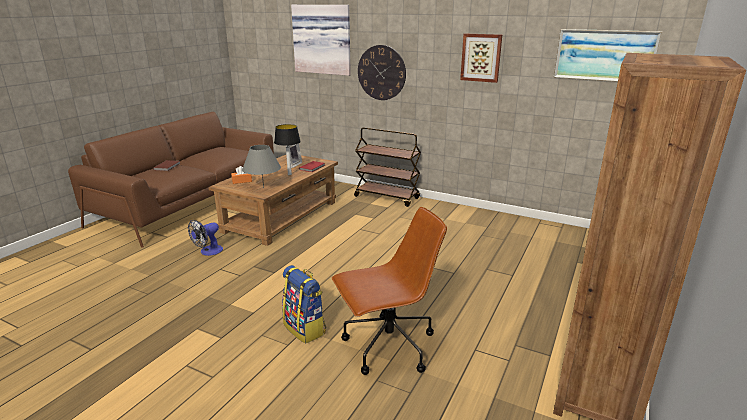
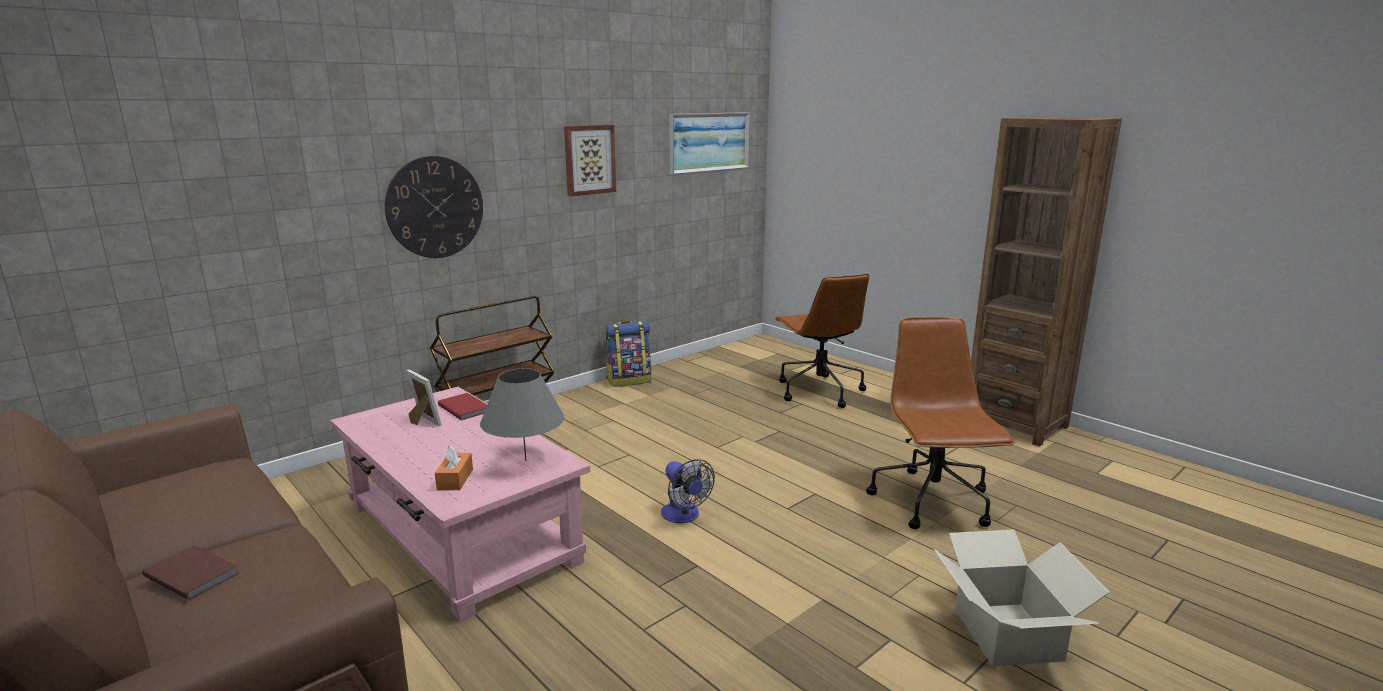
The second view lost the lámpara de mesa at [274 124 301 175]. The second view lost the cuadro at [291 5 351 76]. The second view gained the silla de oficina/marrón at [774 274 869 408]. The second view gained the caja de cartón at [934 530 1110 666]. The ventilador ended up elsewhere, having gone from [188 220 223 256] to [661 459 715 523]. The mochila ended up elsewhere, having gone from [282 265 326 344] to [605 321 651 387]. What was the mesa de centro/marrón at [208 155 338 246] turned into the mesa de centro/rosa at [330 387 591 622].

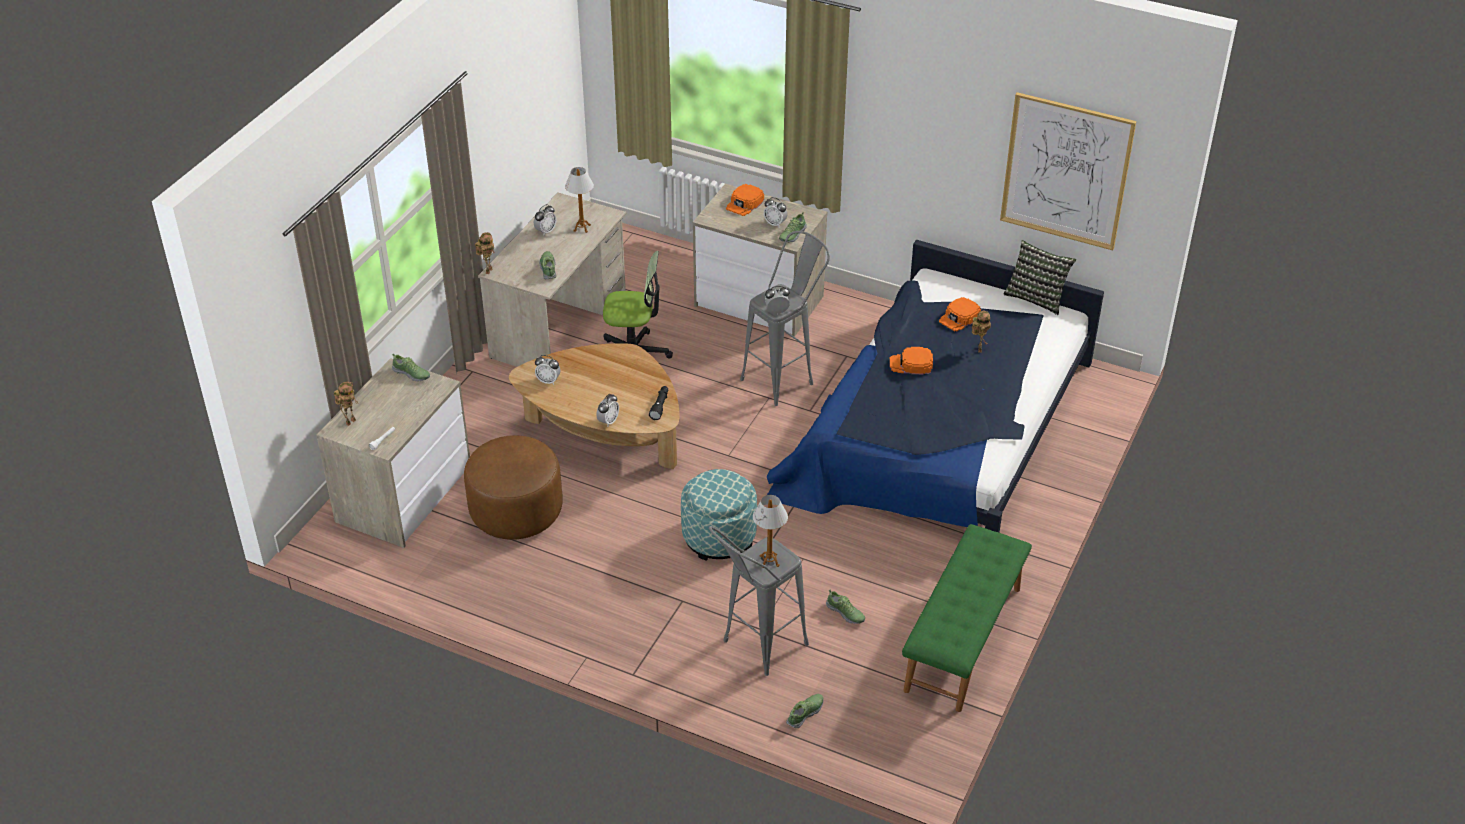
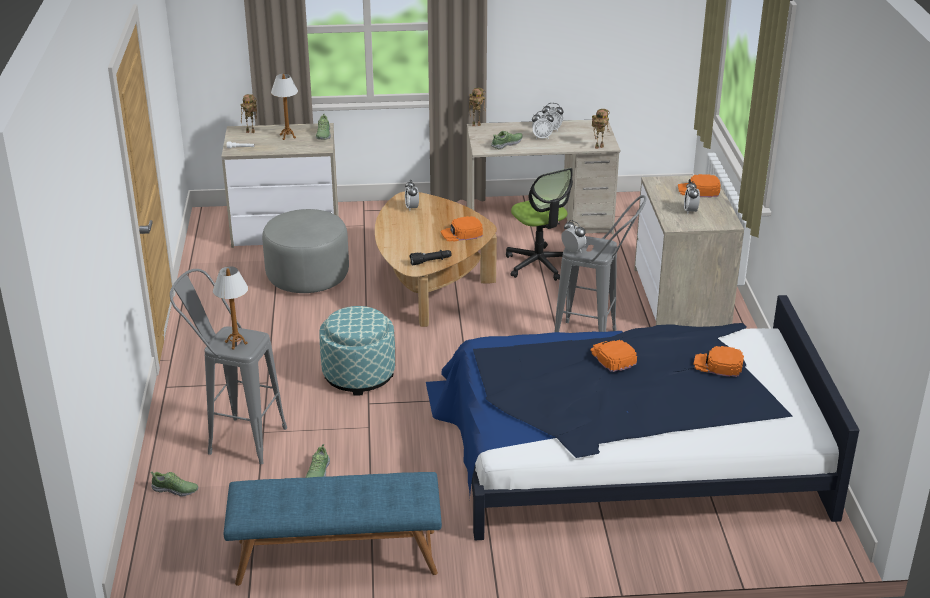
The second view lost the zapato at [779 212 807 243]. The second view lost the cuadro at [1000 92 1136 250]. The second view lost the cojín at [1004 240 1076 315]. The second view gained the gorra/naranja at [440 216 483 242]. The lámpara de mesa ended up elsewhere, having gone from [565 167 594 233] to [271 74 298 140]. The despertador ended up elsewhere, having gone from [596 394 619 426] to [532 111 554 139]. The robot de juguete ended up elsewhere, having gone from [972 310 991 353] to [592 109 610 149]. What was the puf/marrón at [464 435 563 540] turned into the puf/gris at [262 209 349 293]. What was the banco/verde at [902 524 1032 712] turned into the banco/azul at [224 472 442 586].

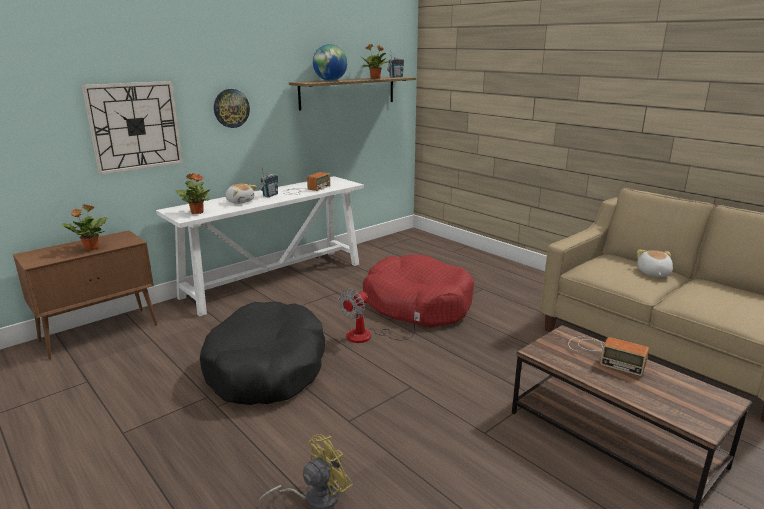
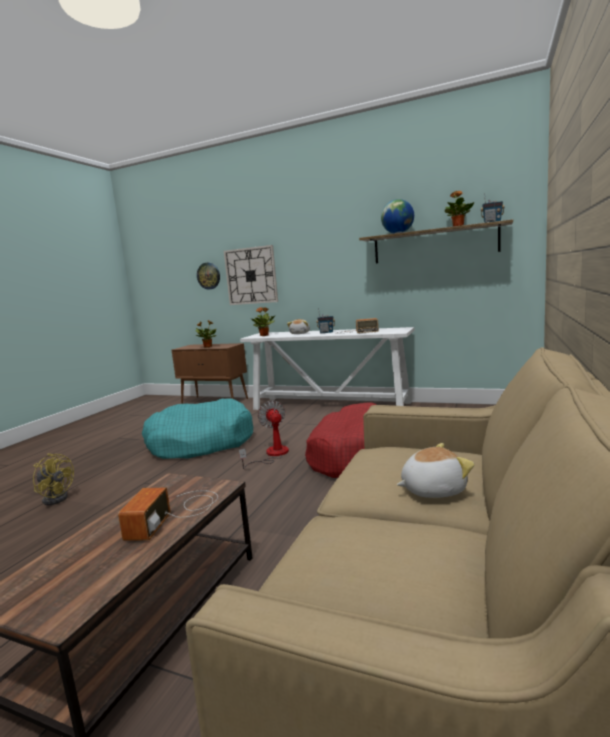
The reloj de pared ended up elsewhere, having gone from [214 89 250 128] to [197 263 220 290]. What was the cama para perro/negro at [200 302 325 405] turned into the cama para perro/turquesa at [142 398 253 459]. The ventilador at [339 289 420 343] ended up facing another way, 60 degrees clockwise from before.

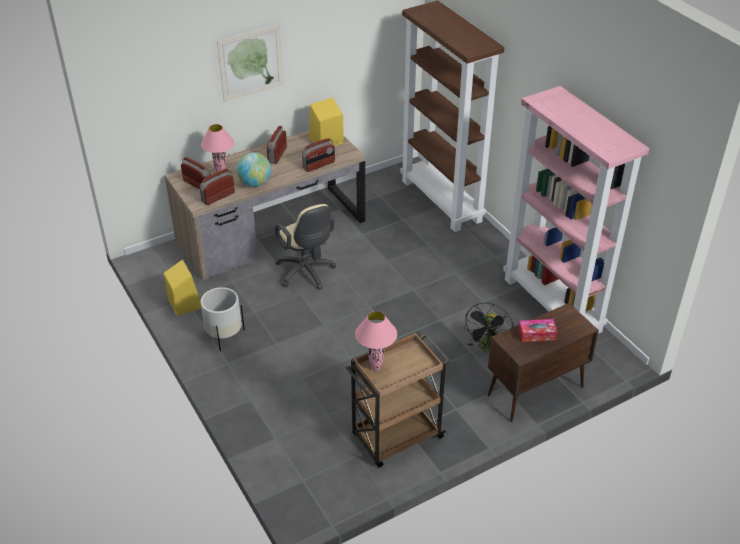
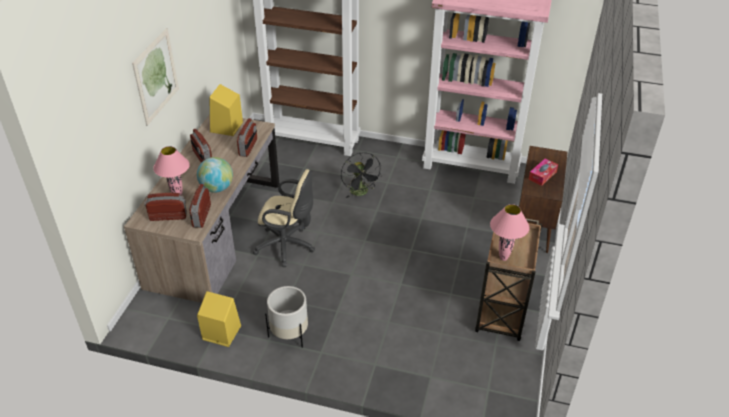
The ventilador/negro ended up elsewhere, having gone from [465 303 514 353] to [341 152 382 198].

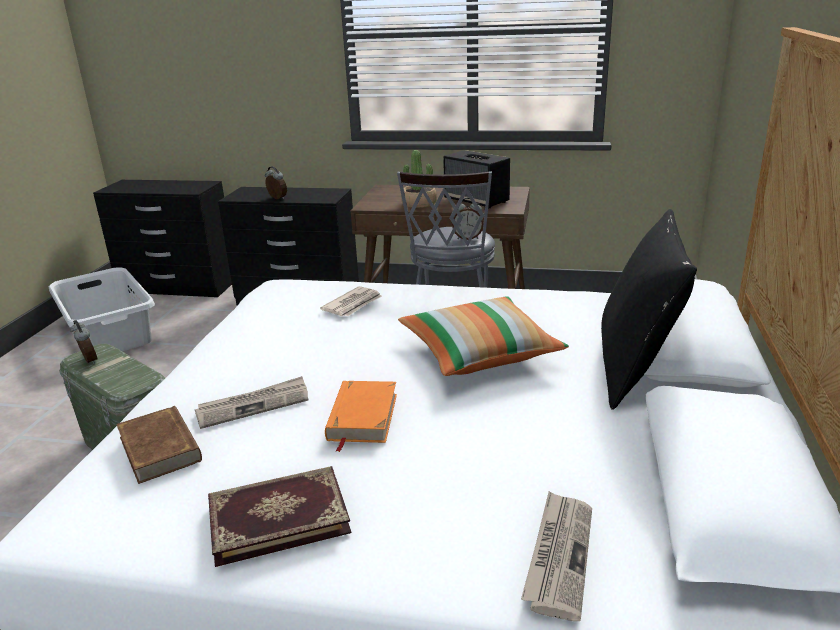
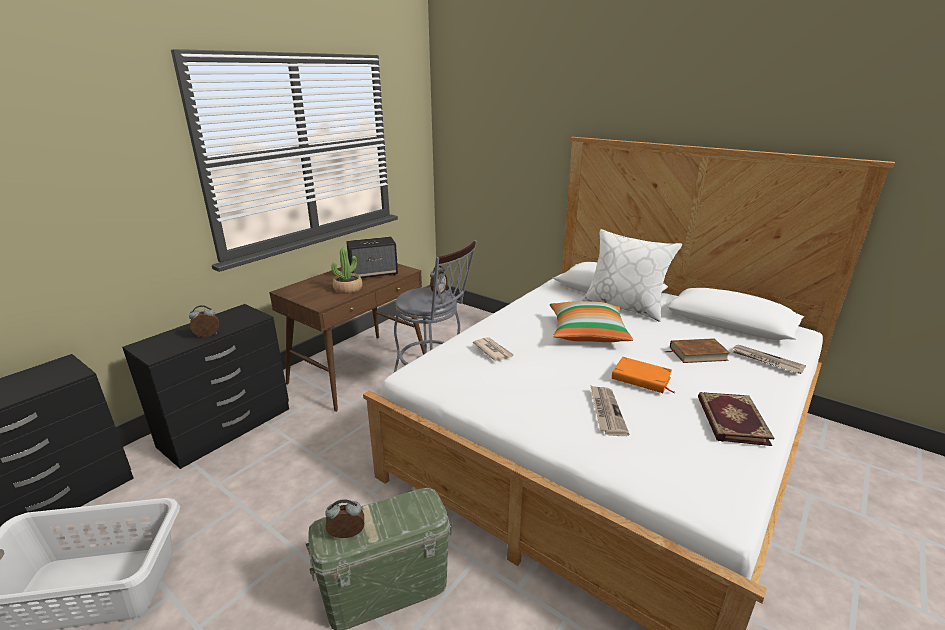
The libro/marrón ended up elsewhere, having gone from [116 406 202 484] to [665 338 730 363]. What was the cojín/negro at [601 209 697 410] turned into the cojín/blanco at [582 229 682 322].

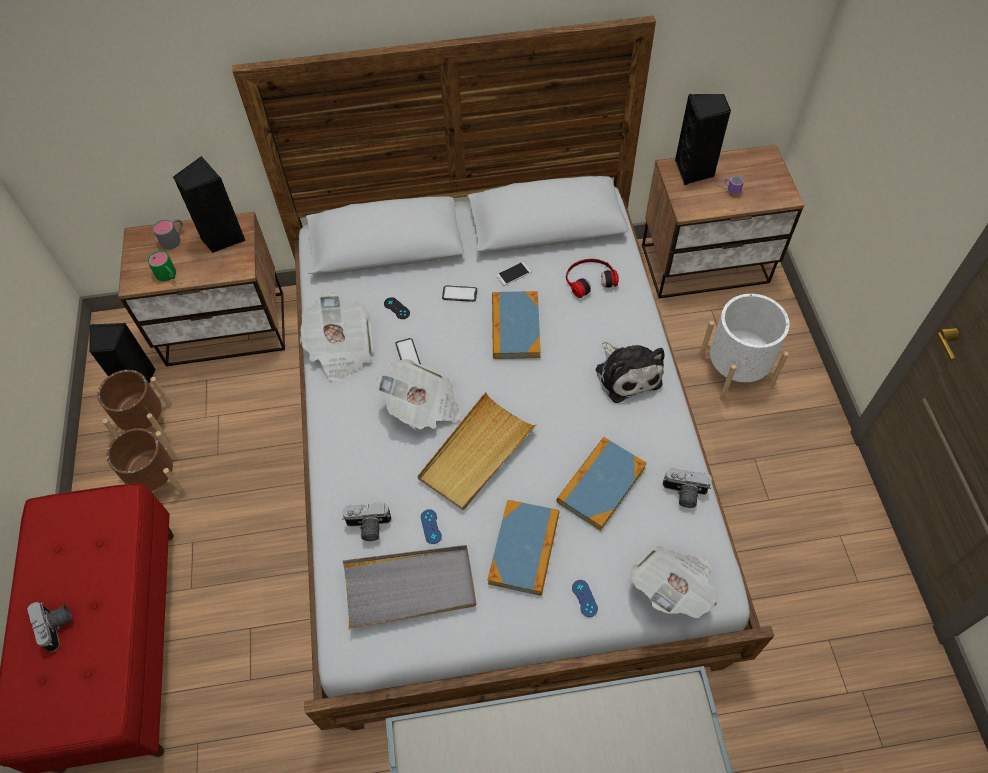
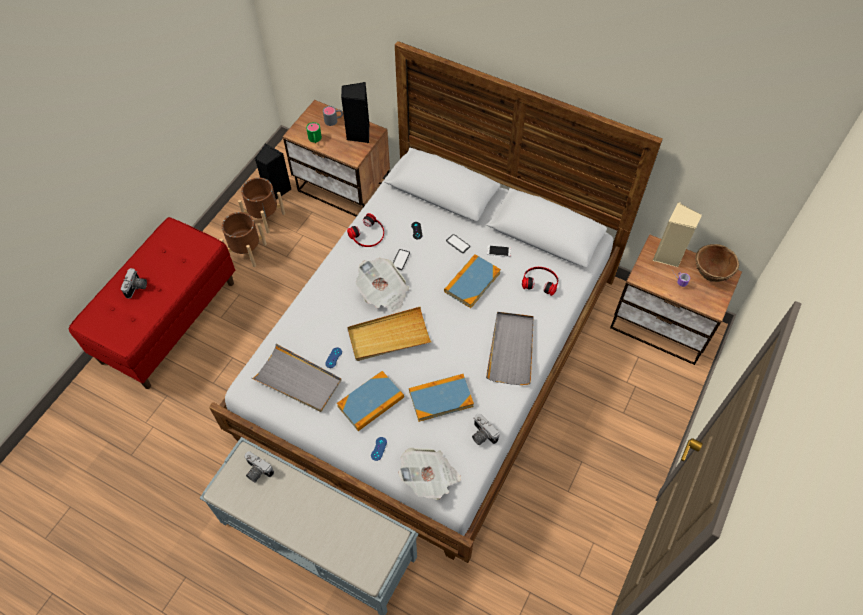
The second view lost the maceta/blanco at [699 294 790 400]. The second view gained the cuenco/marrón at [695 244 739 282]. The cámara ended up elsewhere, having gone from [342 503 391 541] to [244 451 274 483]. Where the periódico stood at [300 293 373 382], the auriculares came to stand at [347 213 384 247]. Where the peluche stood at [596 342 665 403], the bandeja/gris came to stand at [486 312 534 385]. What was the altavoz/negro at [675 94 731 185] turned into the altavoz/beis at [653 202 702 267].

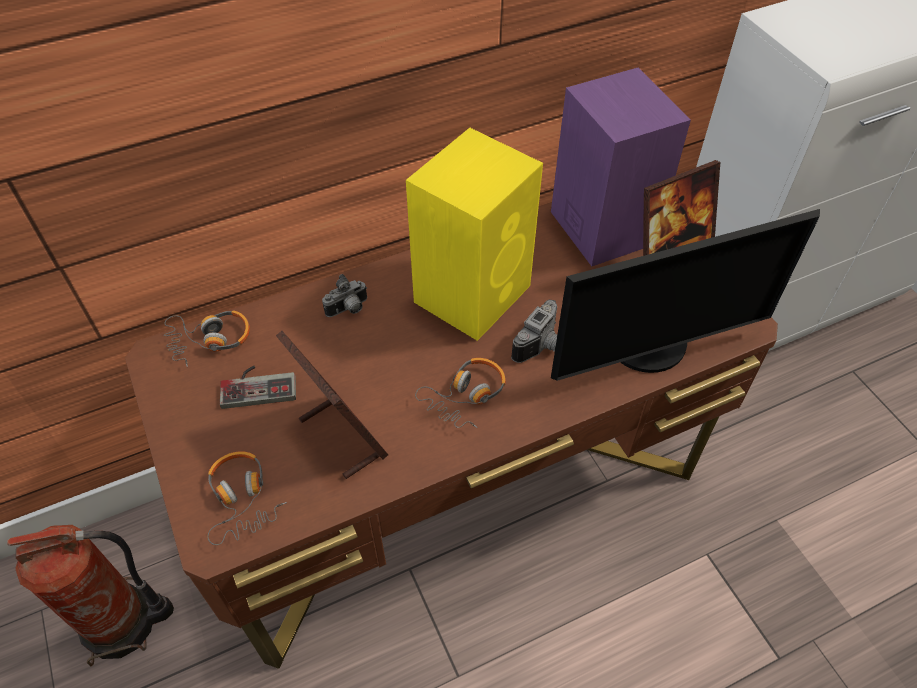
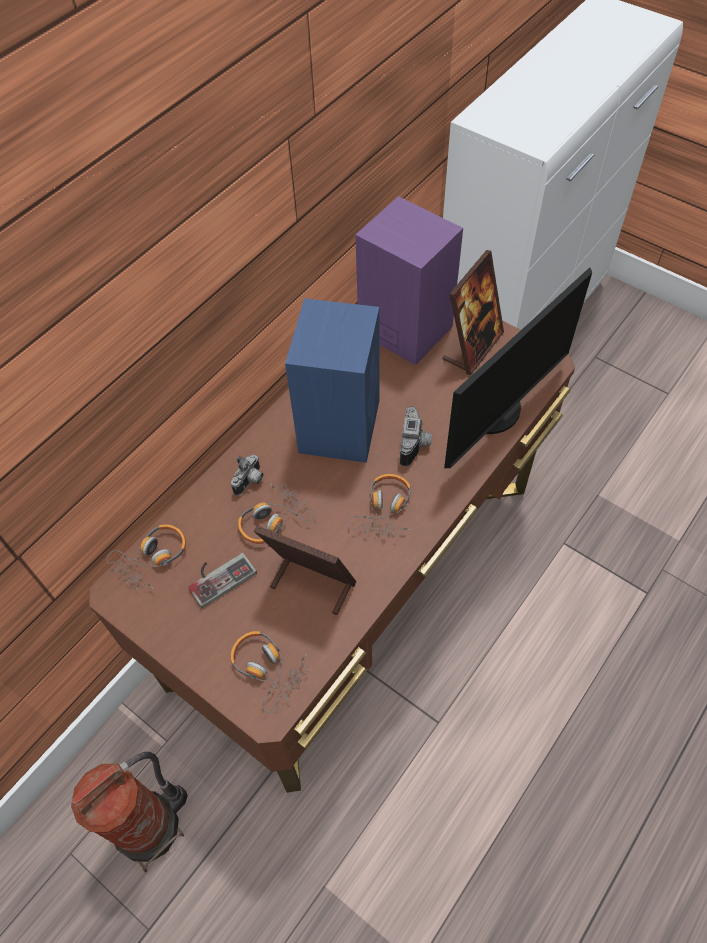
The second view gained the auriculares at [238 484 316 544]. What was the altavoz/amarillo at [406 128 543 341] turned into the altavoz/azul at [285 298 379 463].

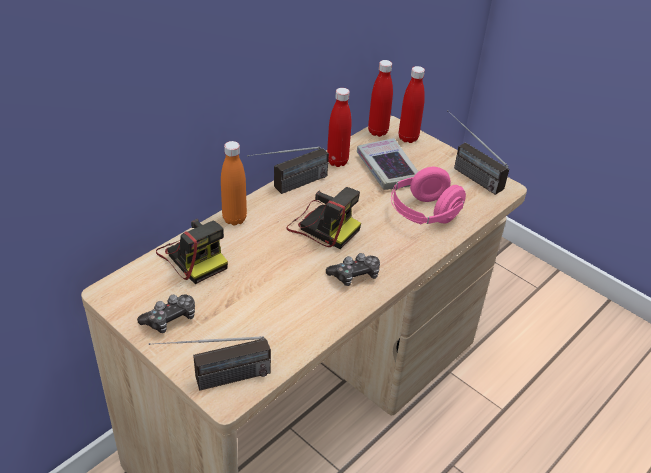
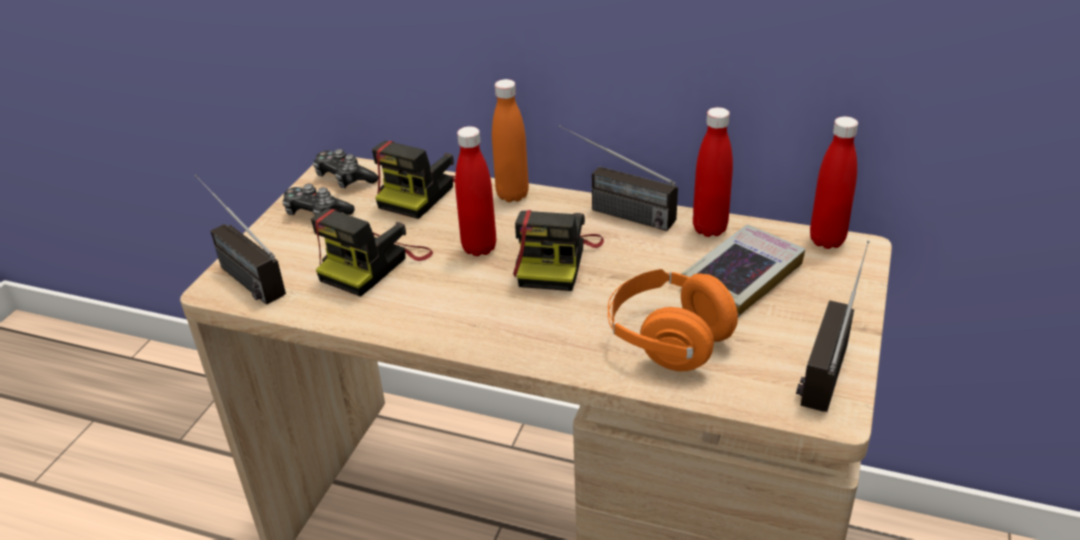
The second view gained the cámara at [311 209 433 297]. The mando de consola ended up elsewhere, having gone from [326 253 380 286] to [313 149 378 188]. The botella/rojo ended up elsewhere, having gone from [399 66 425 143] to [455 126 496 256]. What was the auriculares/rosa at [391 167 466 224] turned into the auriculares/naranja at [608 269 740 371].

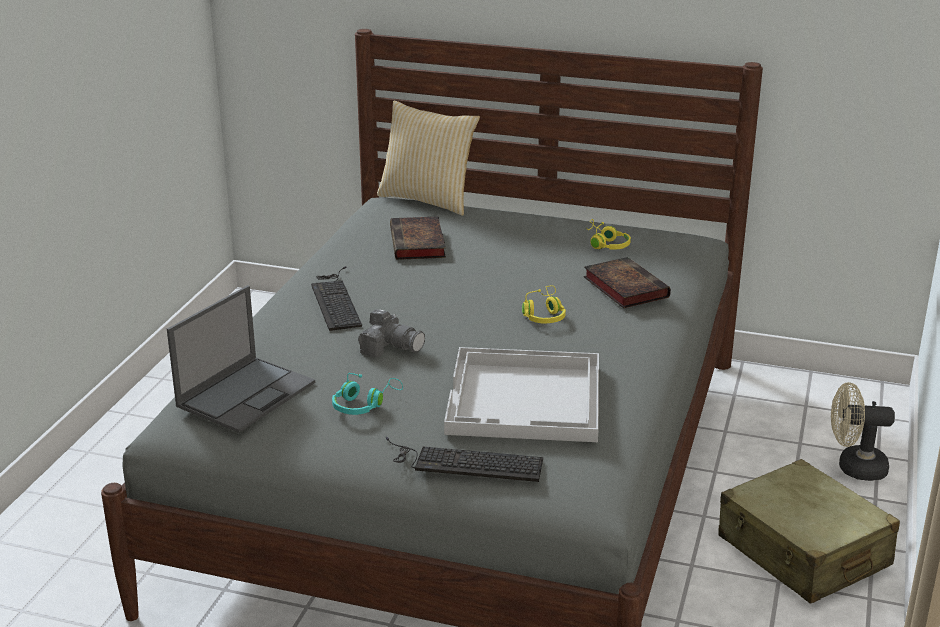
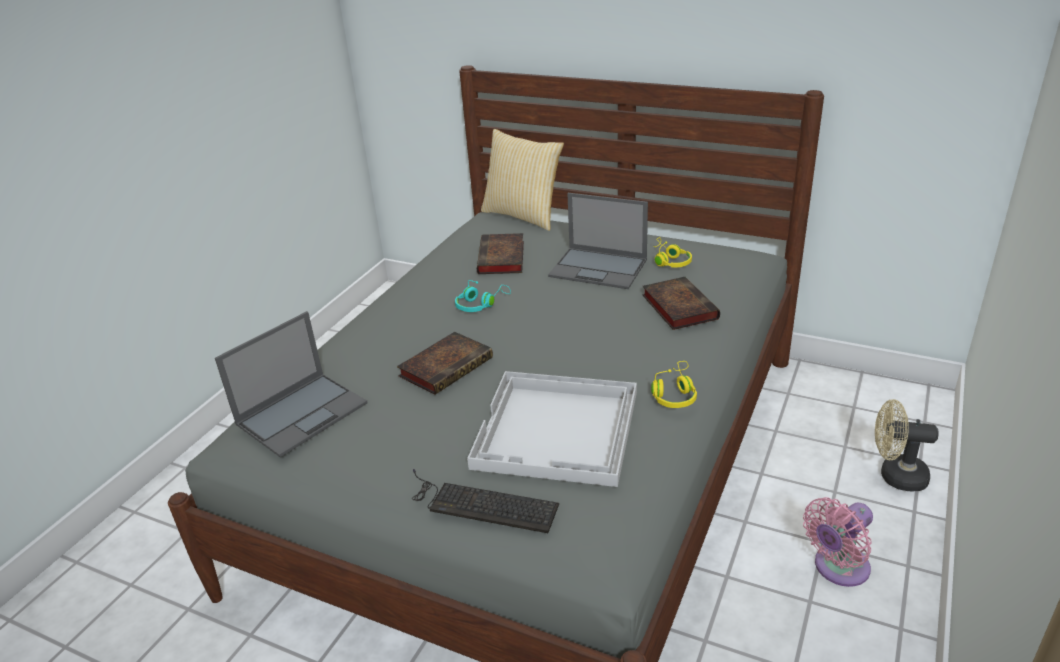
The second view lost the teclado at [311 266 362 331]. The second view gained the portátil at [548 193 648 289]. The auriculares/turquesa ended up elsewhere, having gone from [332 373 403 415] to [455 280 511 312]. The auriculares/amarillo ended up elsewhere, having gone from [522 285 566 323] to [651 361 697 408]. Where the cámara stood at [358 309 425 358], the libro came to stand at [397 332 493 395]. Where the maleta/beis stood at [718 459 900 604], the ventilador/rosa came to stand at [803 497 873 587].

